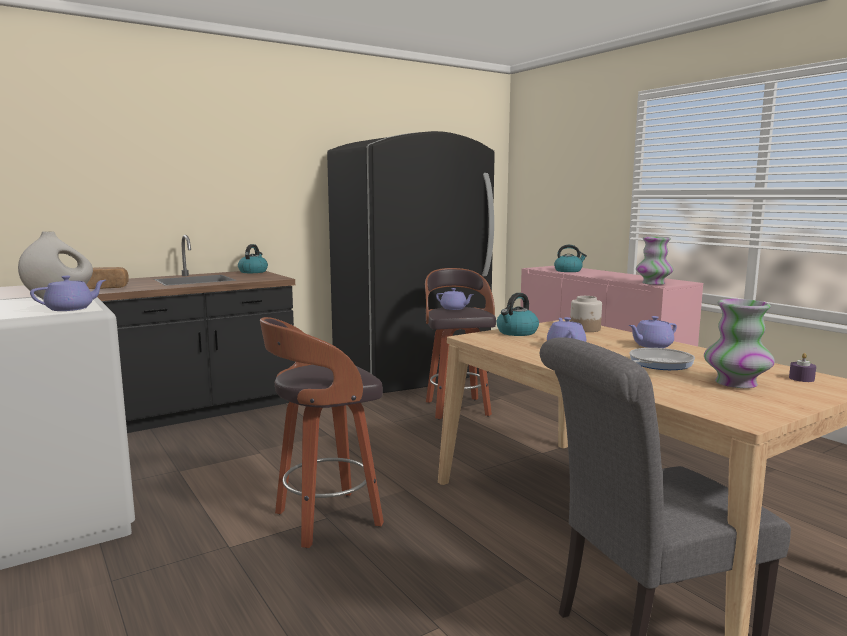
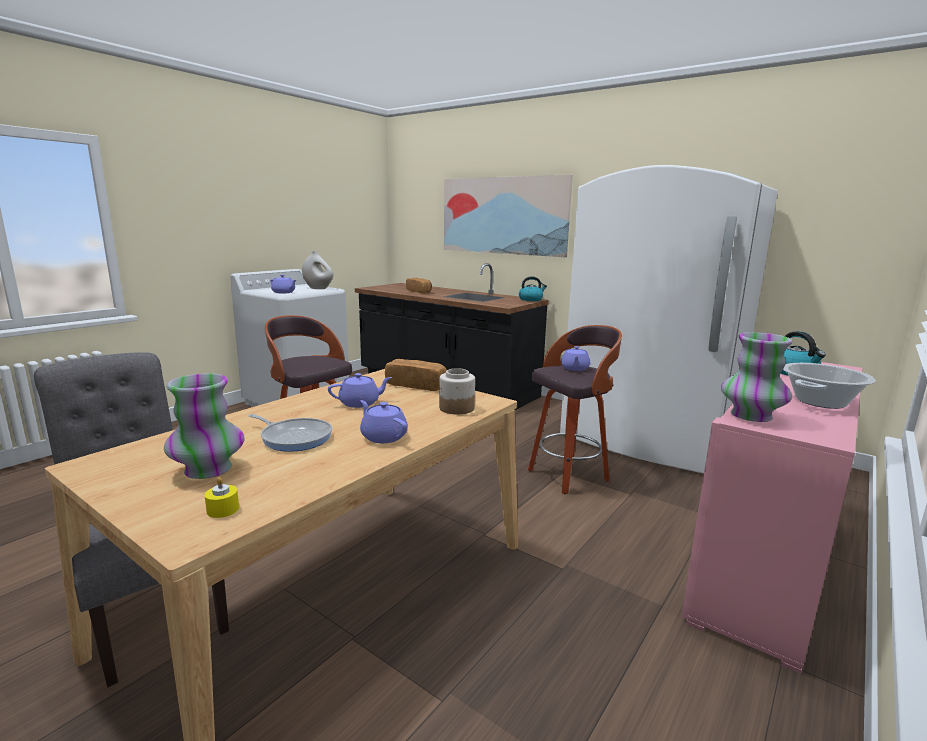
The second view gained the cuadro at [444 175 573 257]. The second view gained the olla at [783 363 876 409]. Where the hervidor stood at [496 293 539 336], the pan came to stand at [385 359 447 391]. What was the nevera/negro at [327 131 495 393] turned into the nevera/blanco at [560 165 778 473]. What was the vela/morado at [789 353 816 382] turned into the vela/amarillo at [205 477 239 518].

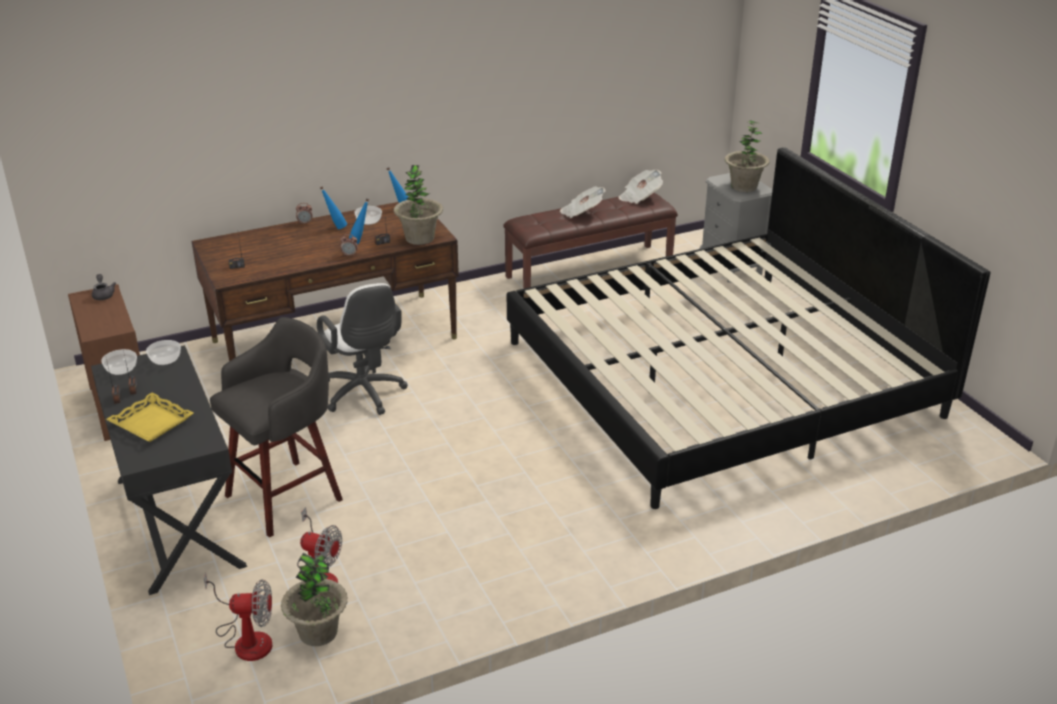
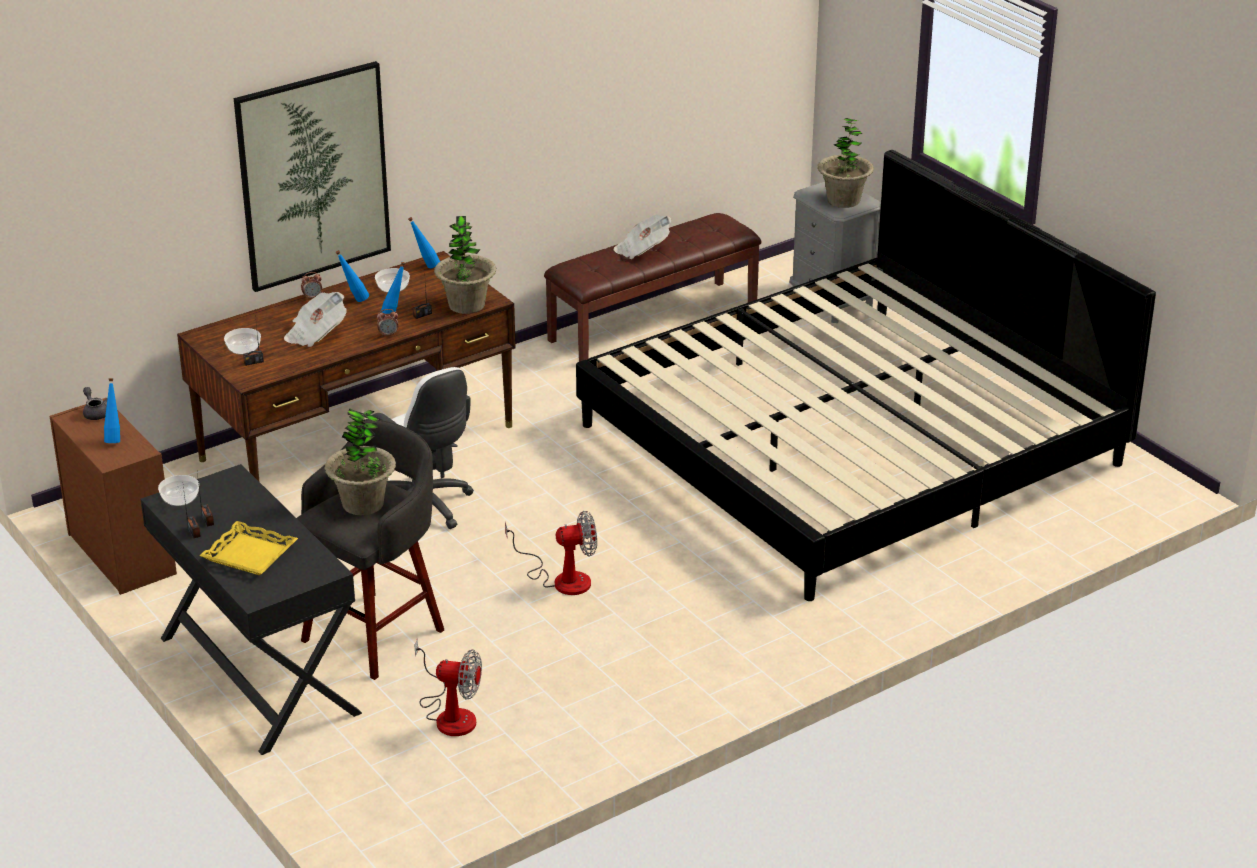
The second view gained the botella/azul at [104 378 120 443]. The second view gained the cuadro at [234 61 391 292]. The cuenco ended up elsewhere, having gone from [146 340 181 365] to [224 328 261 355]. The ventilador ended up elsewhere, having gone from [204 573 272 661] to [505 511 597 595]. The planta en maceta ended up elsewhere, having gone from [281 553 348 646] to [325 408 396 515]. The periódico ended up elsewhere, having gone from [618 170 663 204] to [284 292 347 347].

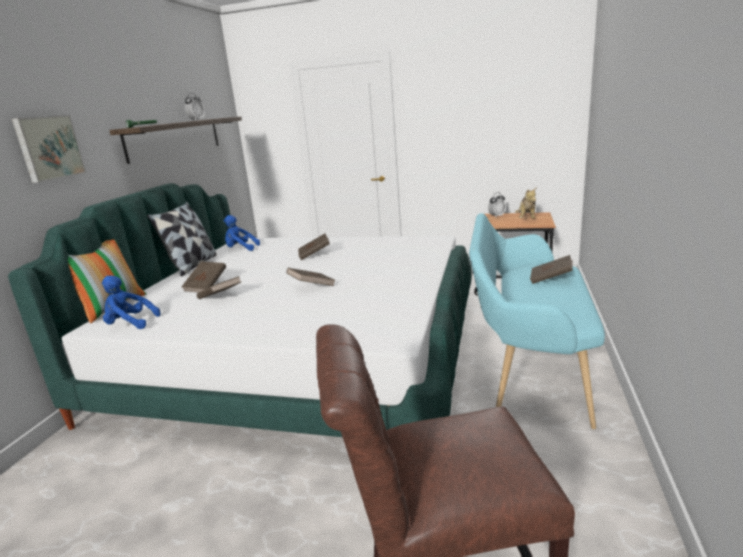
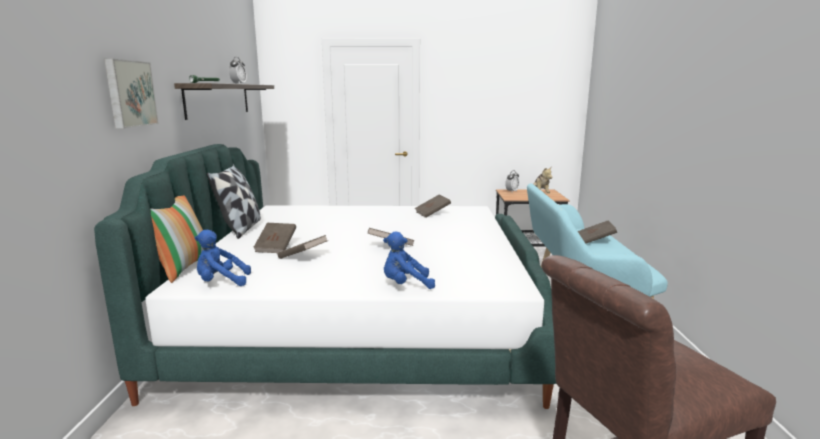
The peluche/azul ended up elsewhere, having gone from [223 215 260 251] to [383 232 435 289]. The libro/marrón ended up elsewhere, having gone from [298 233 330 260] to [415 195 451 218].

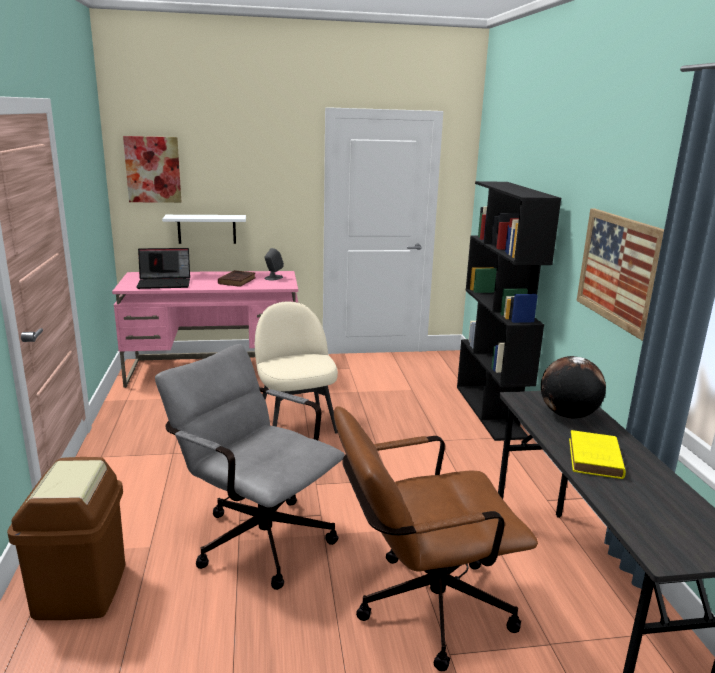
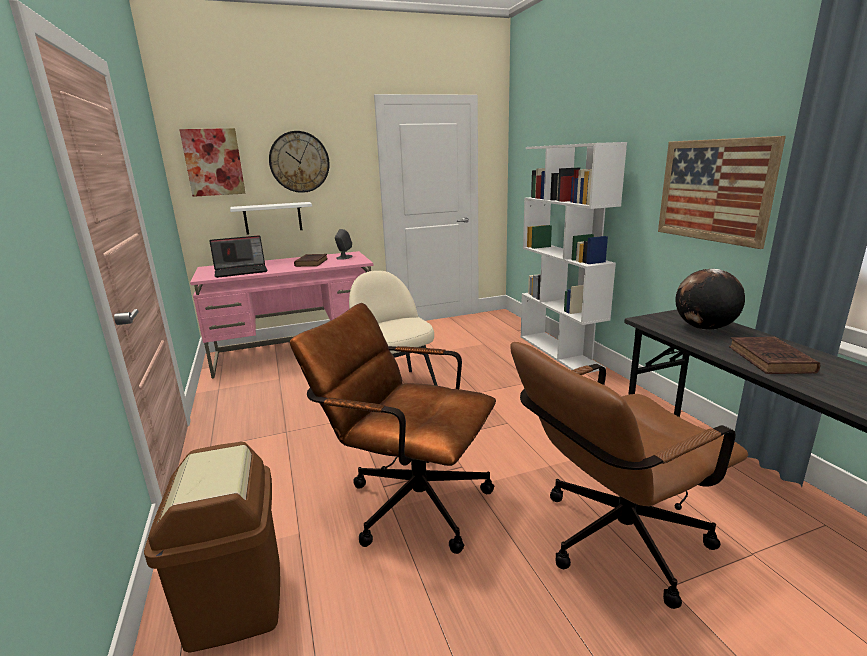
The second view gained the reloj de pared at [269 131 330 193]. What was the silla de oficina/gris at [155 344 345 590] turned into the silla de oficina/marrón at [290 303 496 554]. What was the estantería/negro at [457 181 561 441] turned into the estantería/blanco at [521 142 627 373]. What was the libro/amarillo at [569 430 626 479] turned into the libro/marrón at [729 337 820 374].

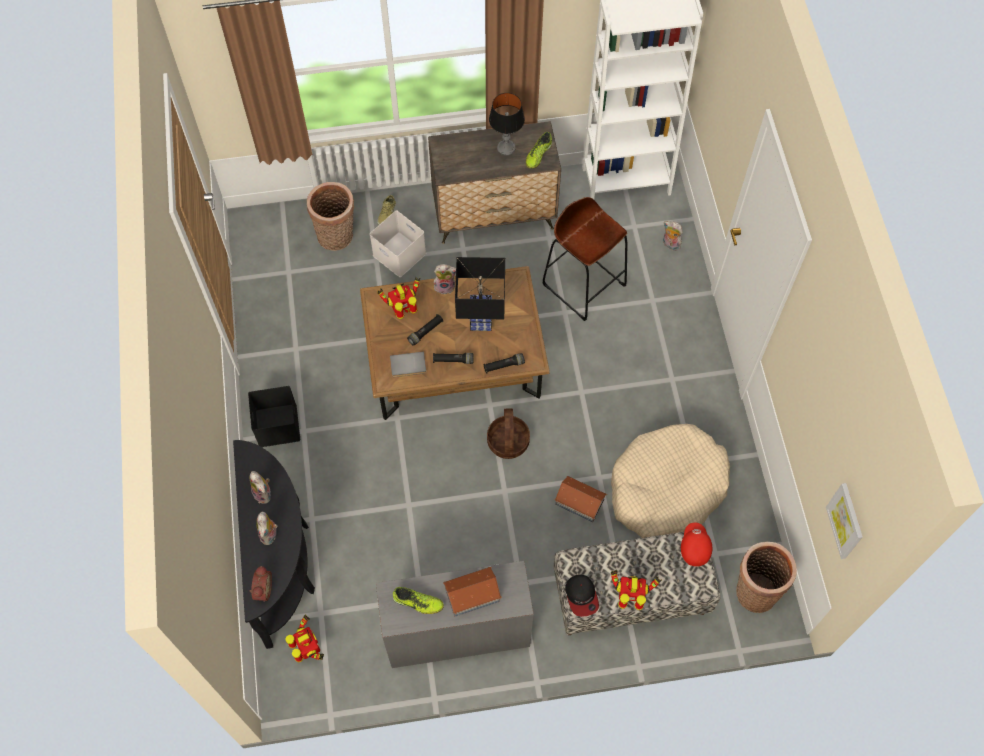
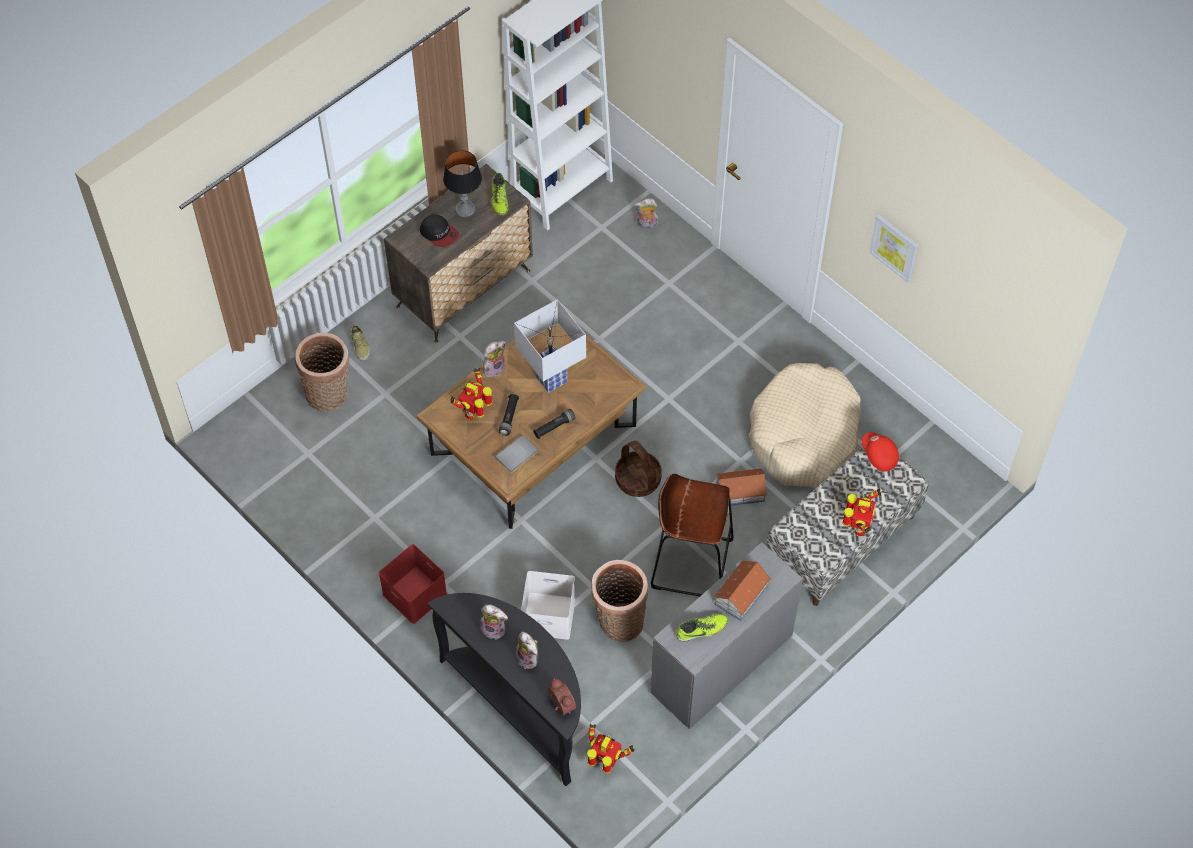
The second view lost the linterna/negro at [484 353 525 374]. The caja de almacenaje/blanco ended up elsewhere, having gone from [370 210 426 277] to [521 571 575 639]. The taburete/marrón ended up elsewhere, having gone from [543 197 627 321] to [651 474 734 596]. The gorra ended up elsewhere, having gone from [565 574 599 617] to [420 214 459 247]. The cesta ended up elsewhere, having gone from [736 542 797 613] to [591 560 648 642]. The cuadro ended up elsewhere, having gone from [826 483 863 559] to [869 214 919 283]. What was the caja de almacenaje/negro at [248 386 300 447] turned into the caja de almacenaje/rojo at [379 544 447 624]. What was the lámpara de mesa/negro at [455 257 505 331] turned into the lámpara de mesa/blanco at [514 299 586 393]. The robot de juguete at [611 570 662 610] ended up facing another way, 135 degrees clockwise from before.

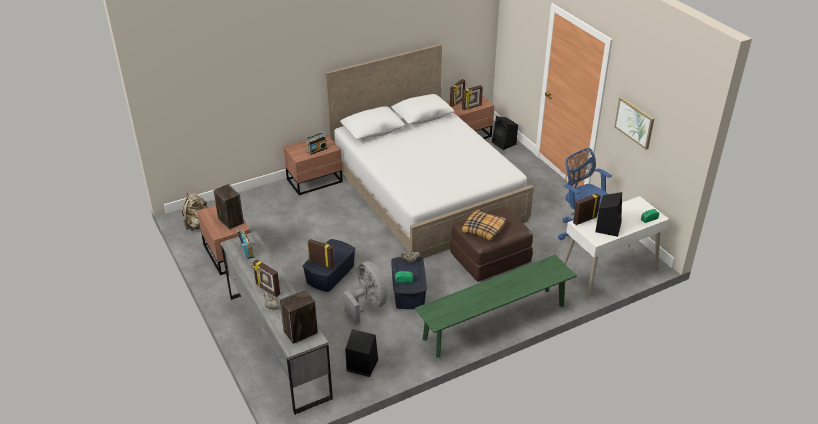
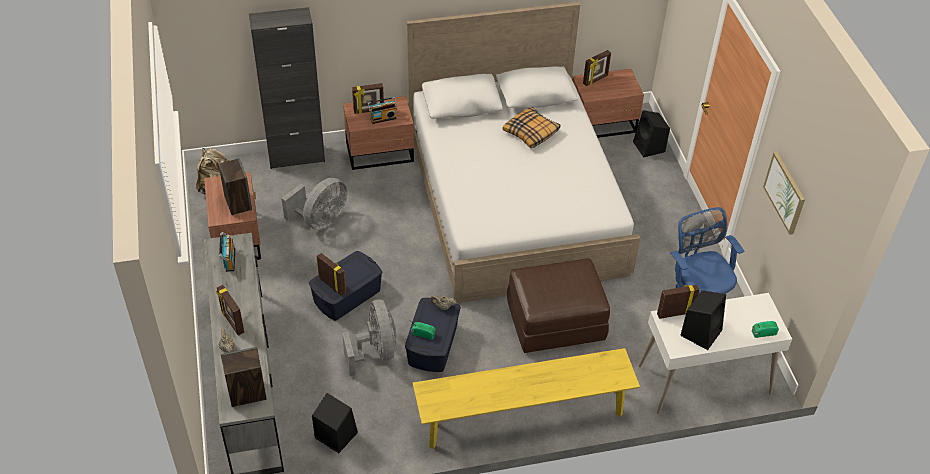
The second view gained the armario/negro at [249 7 325 169]. The second view gained the ventilador/gris at [281 178 347 230]. The portarretratos ended up elsewhere, having gone from [462 85 483 110] to [352 83 384 114]. The cojín ended up elsewhere, having gone from [462 209 506 241] to [503 107 560 148]. What was the banco/verde at [415 255 577 358] turned into the banco/amarillo at [413 348 640 449].

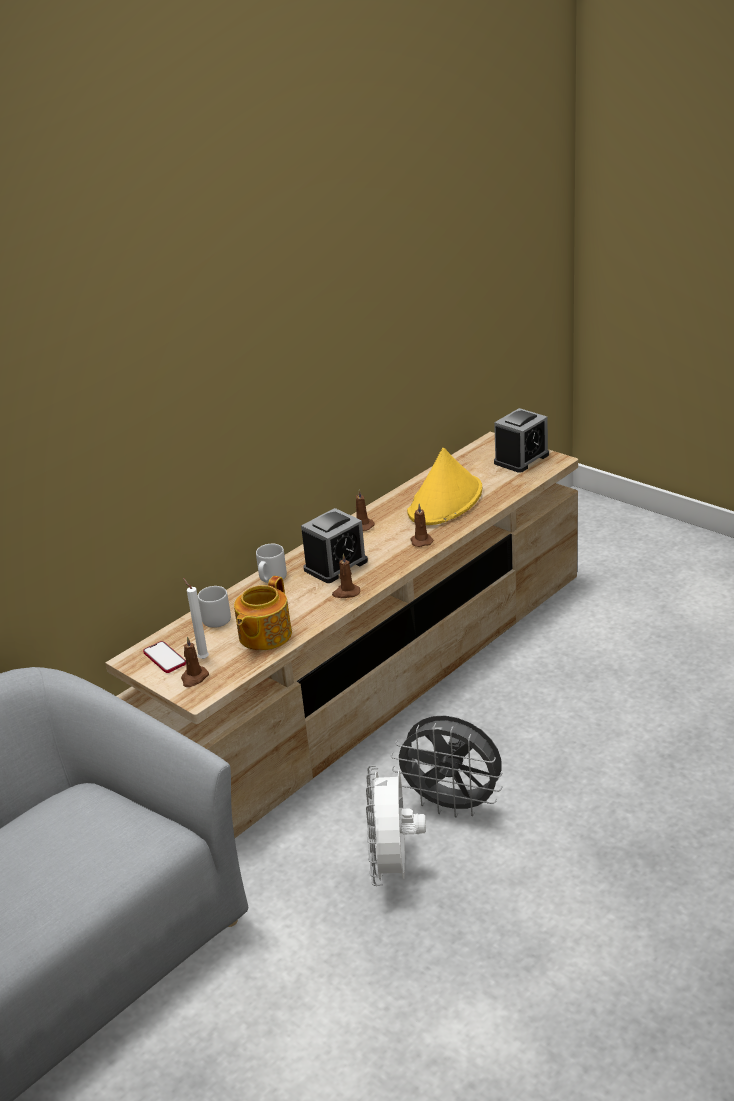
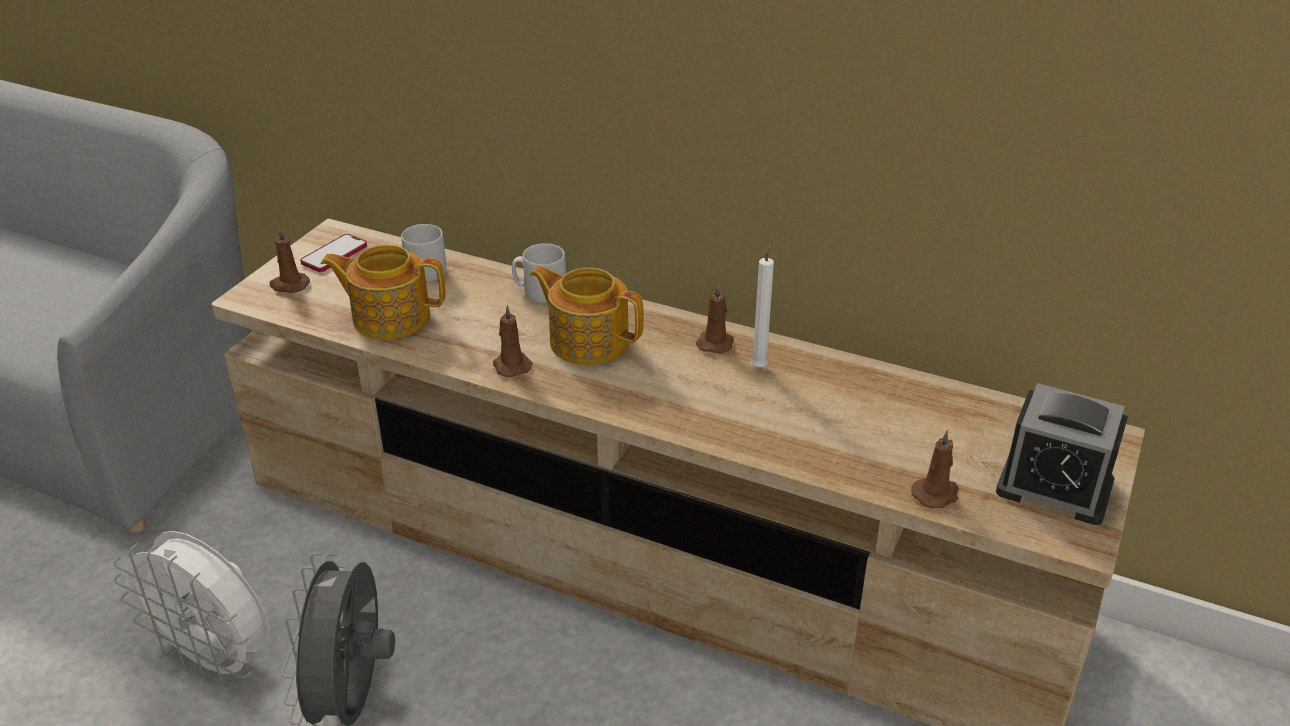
The second view lost the sombrero/amarillo at [407 448 482 525]. The vela/blanco ended up elsewhere, having gone from [183 578 209 659] to [751 242 774 368]. The vela/marrón ended up elsewhere, having gone from [411 504 434 547] to [911 429 959 508]. Where the despertador stood at [301 508 368 583], the tetera came to stand at [530 266 644 365]. The ventilador/blanco at [366 765 426 886] ended up facing another way, 135 degrees counterclockwise from before.

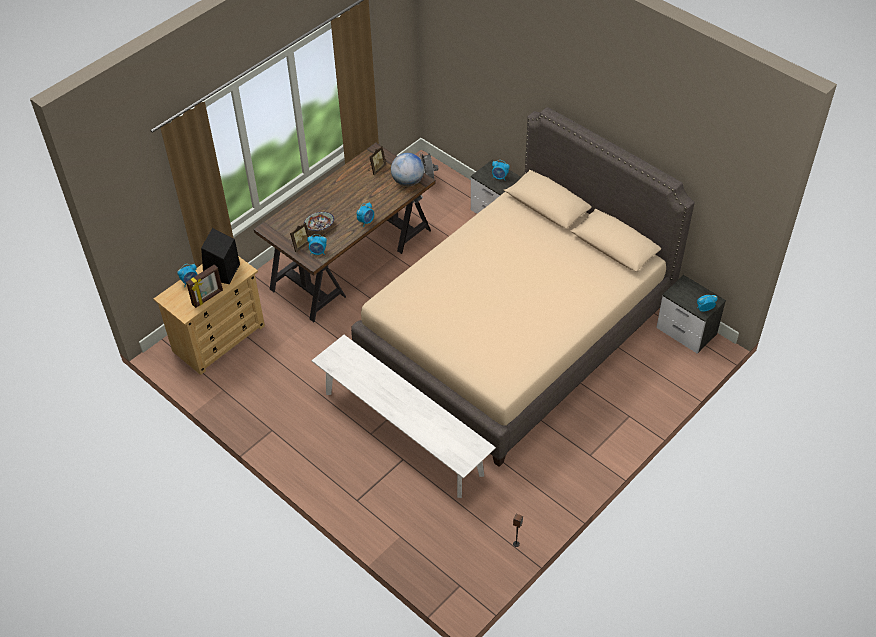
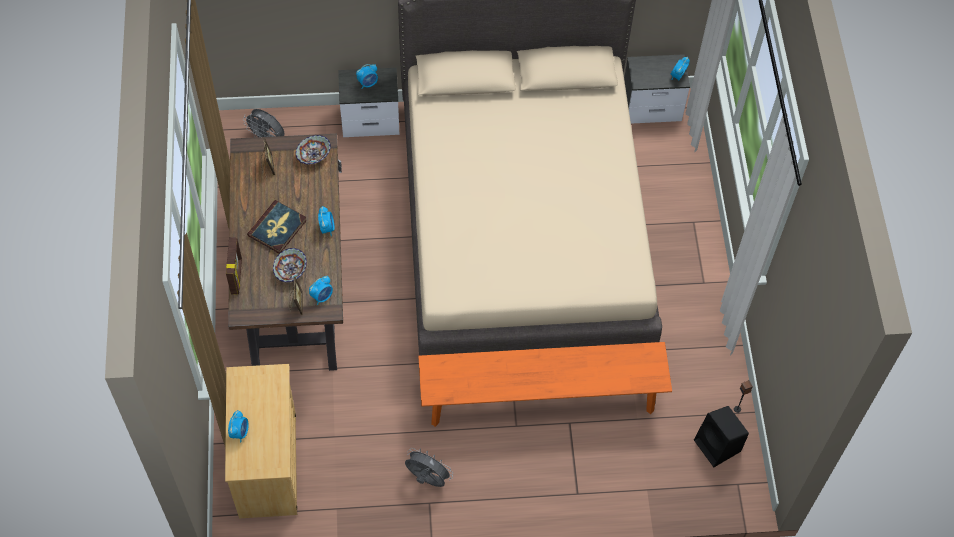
The second view gained the libro at [247 200 307 253]. The second view gained the ventilador/gris at [405 448 453 487]. The portarretratos ended up elsewhere, having gone from [186 265 223 308] to [226 237 242 294]. The altavoz/negro ended up elsewhere, having gone from [201 228 240 284] to [694 406 749 467]. Where the globo terráqueo stood at [391 153 424 186], the cuenco came to stand at [296 135 331 164]. What was the banco/blanco at [312 335 496 498] turned into the banco/naranja at [418 342 672 427].

